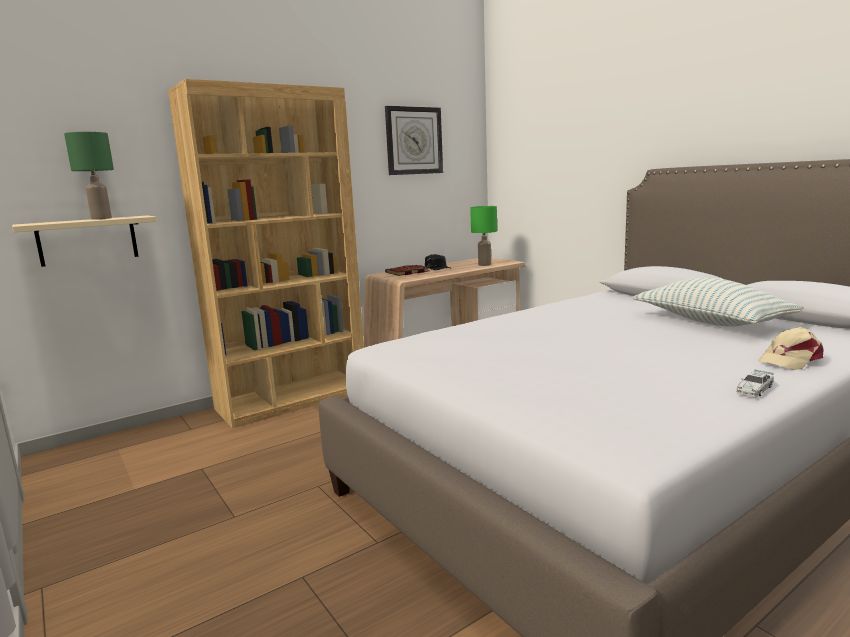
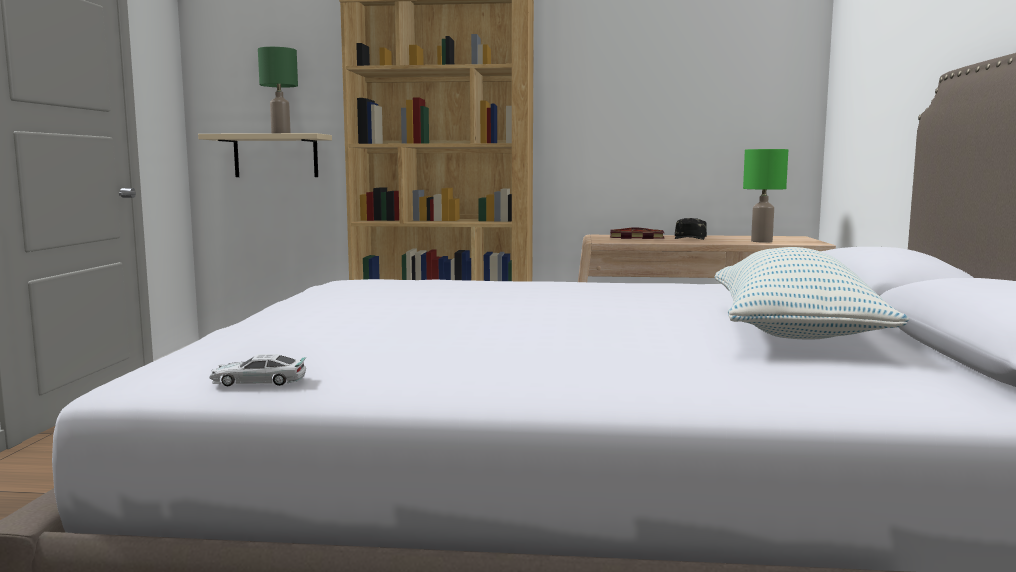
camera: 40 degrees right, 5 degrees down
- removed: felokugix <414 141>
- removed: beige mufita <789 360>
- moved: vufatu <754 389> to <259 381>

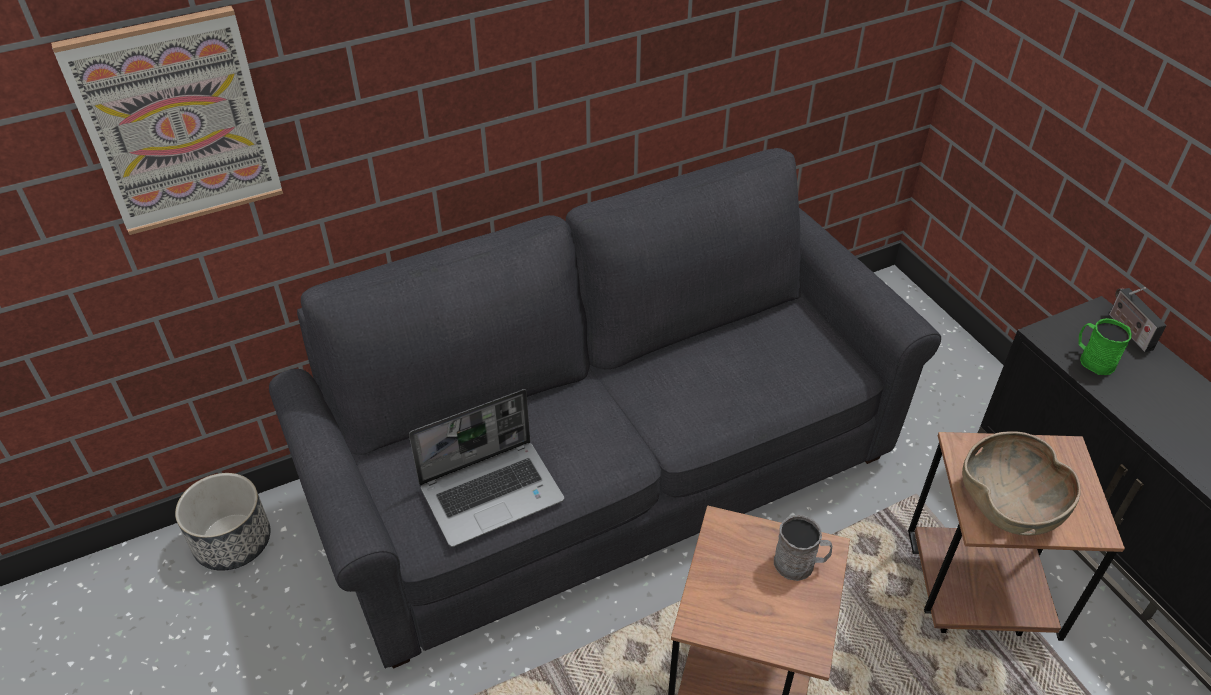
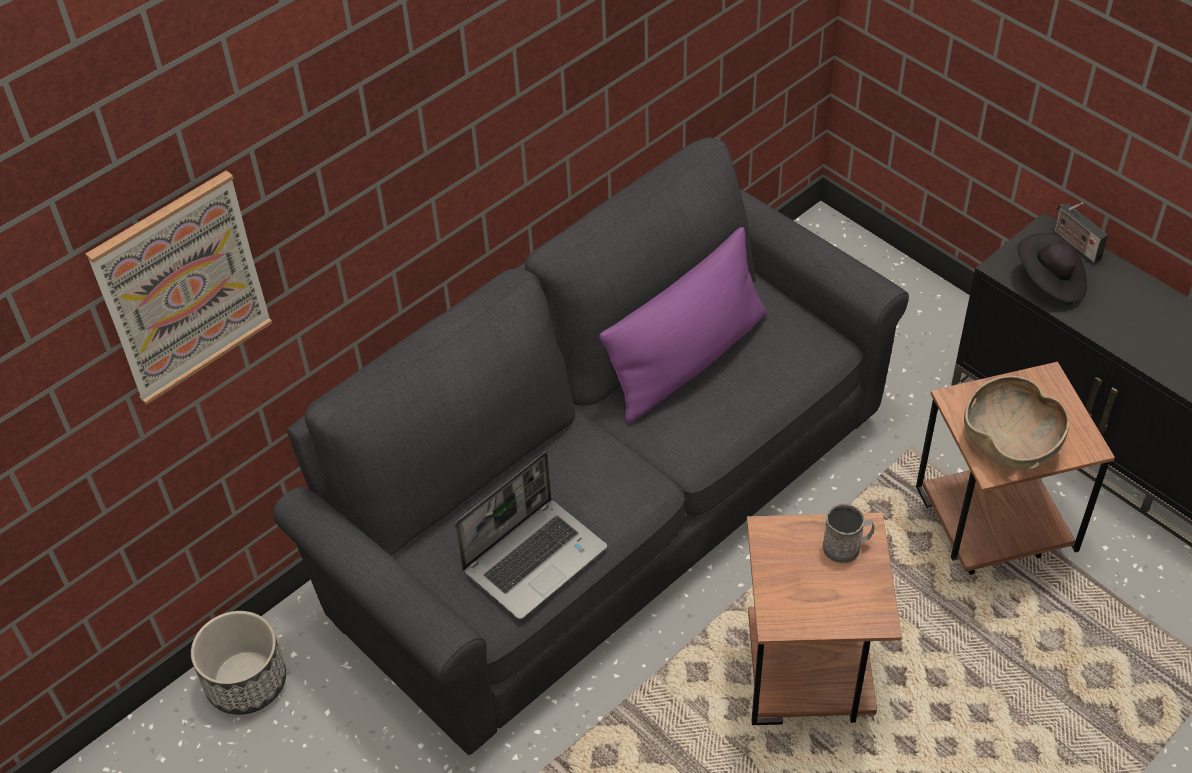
camera: 15 degrees left, 5 degrees up
- replaced: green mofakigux <1093 360> to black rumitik <1050 282>
- added: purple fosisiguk <688 360>

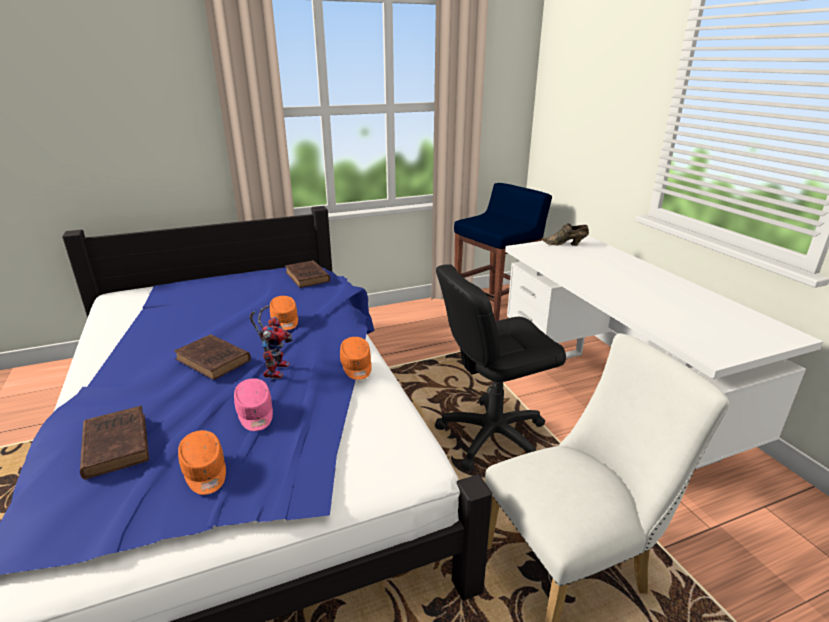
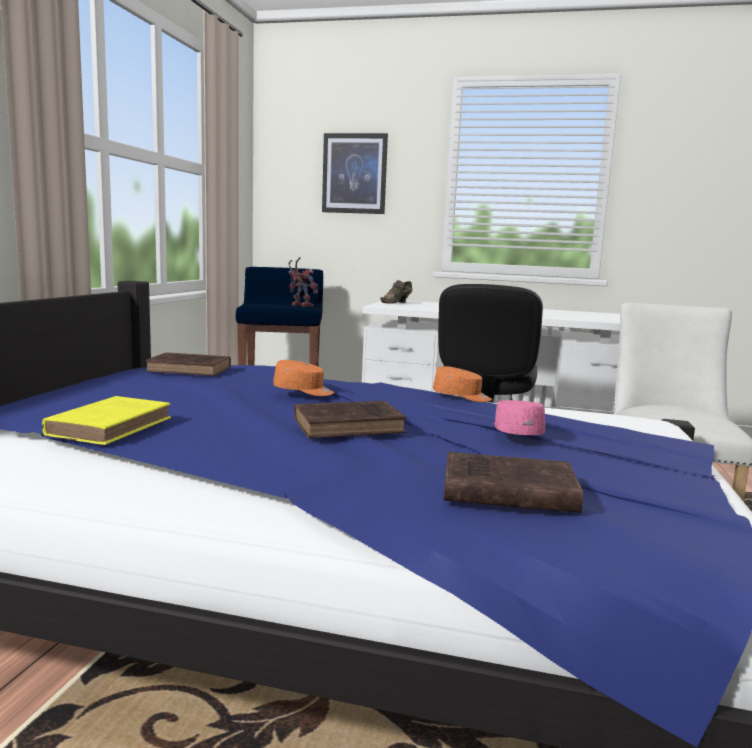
camera: 55 degrees left, 15 degrees down
- moved: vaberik <275 368> to <299 305>
- turned: pink mufita <255 414> = <515 432> 105 degrees counterclockwise
- removed: orange mufita <205 472>
- added: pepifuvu <354 173>
- added: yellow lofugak <112 426>

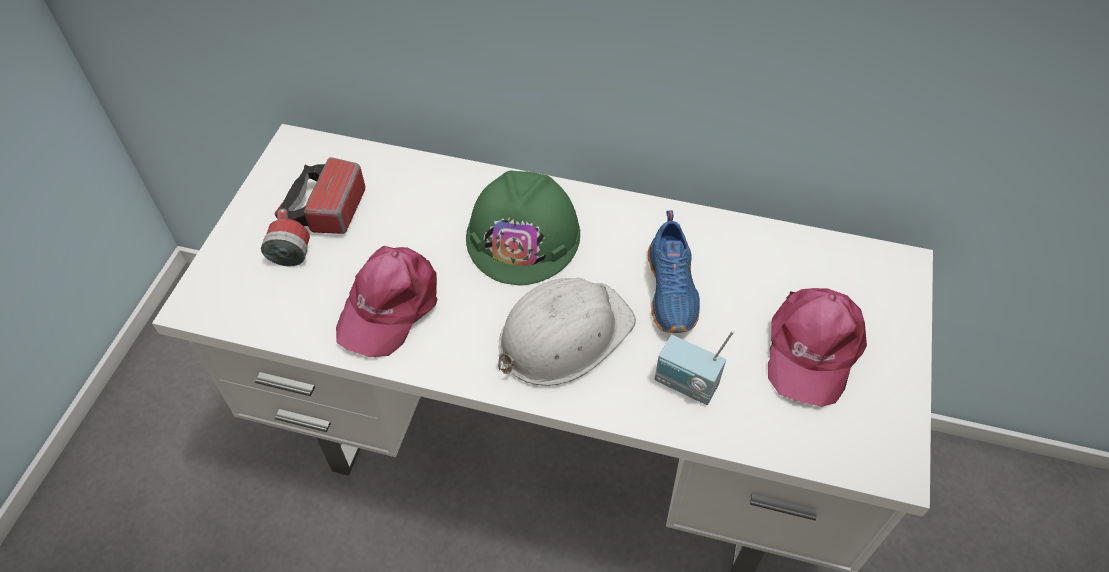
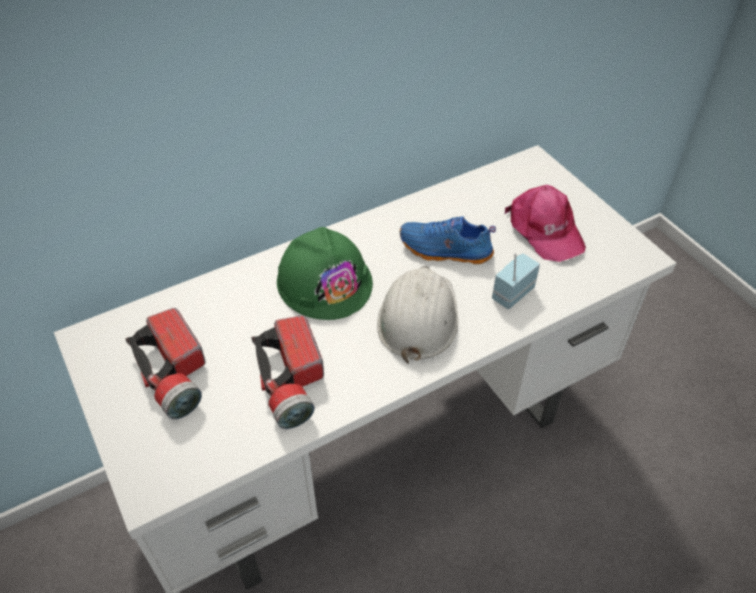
camera: 45 degrees left, 5 degrees down
- turned: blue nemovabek <672 290> = <445 251> 150 degrees clockwise
- replaced: pink mufita <390 304> to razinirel <292 382>
- turned: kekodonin <685 385> = <511 293> 150 degrees clockwise

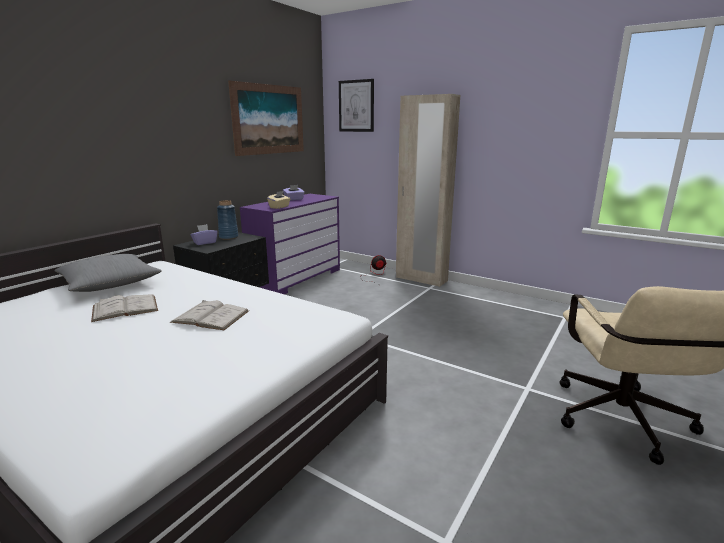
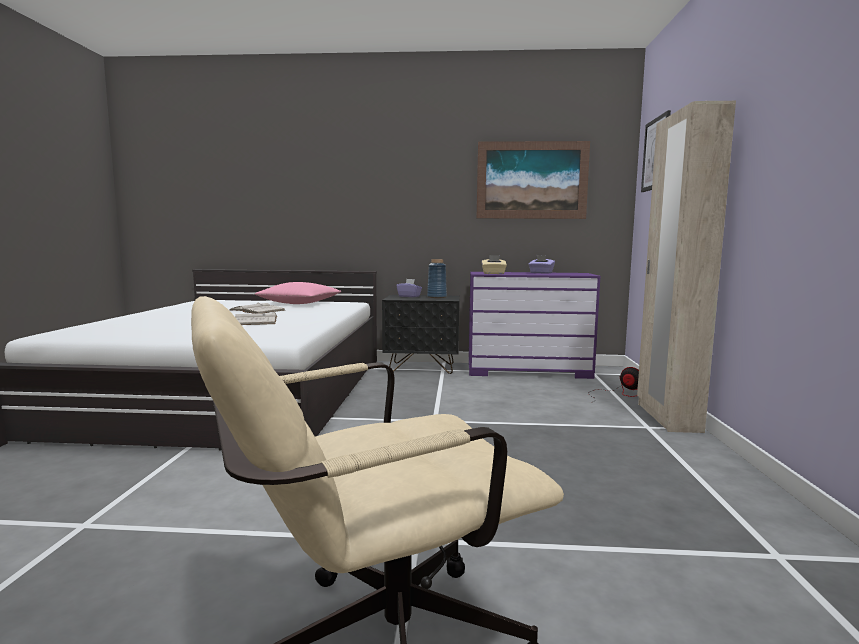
camera: 60 degrees right, 10 degrees down
- recoloured: grey fosisiguk <110 283> to pink fosisiguk <300 303>

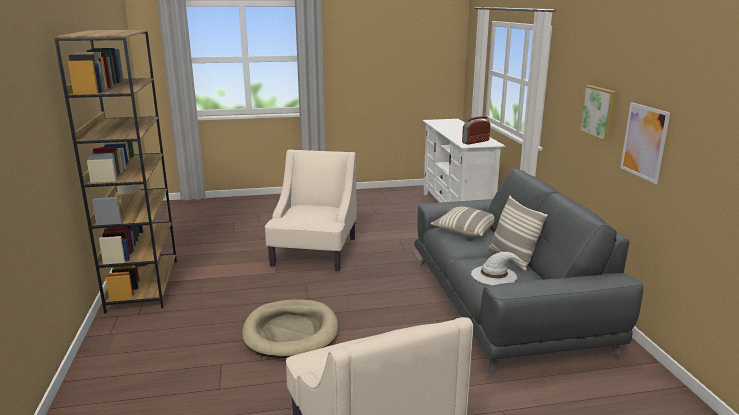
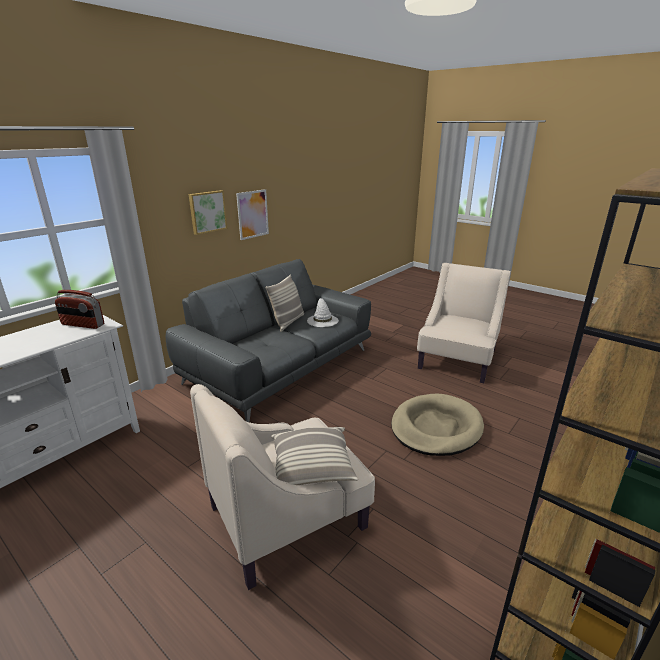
camera: 130 degrees left, 5 degrees up
- moved: fosisiguk <465 230> to <312 467>

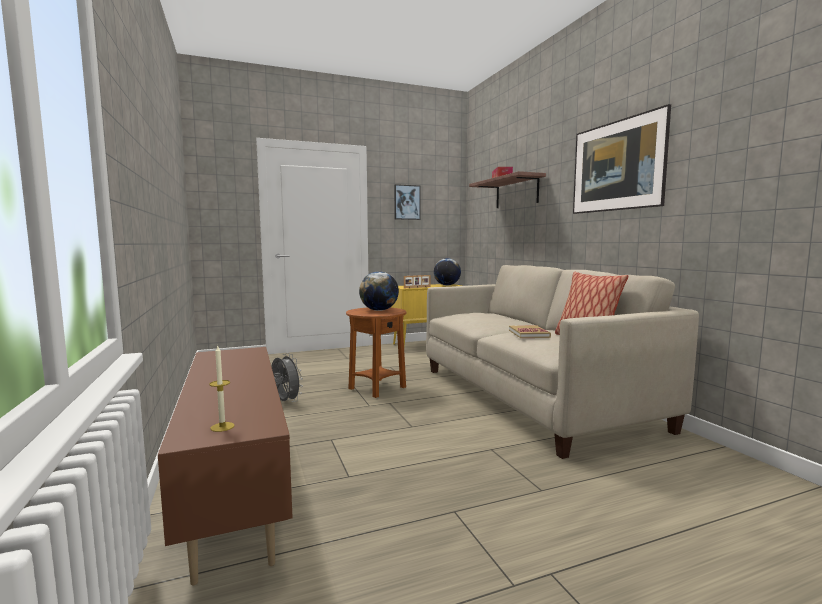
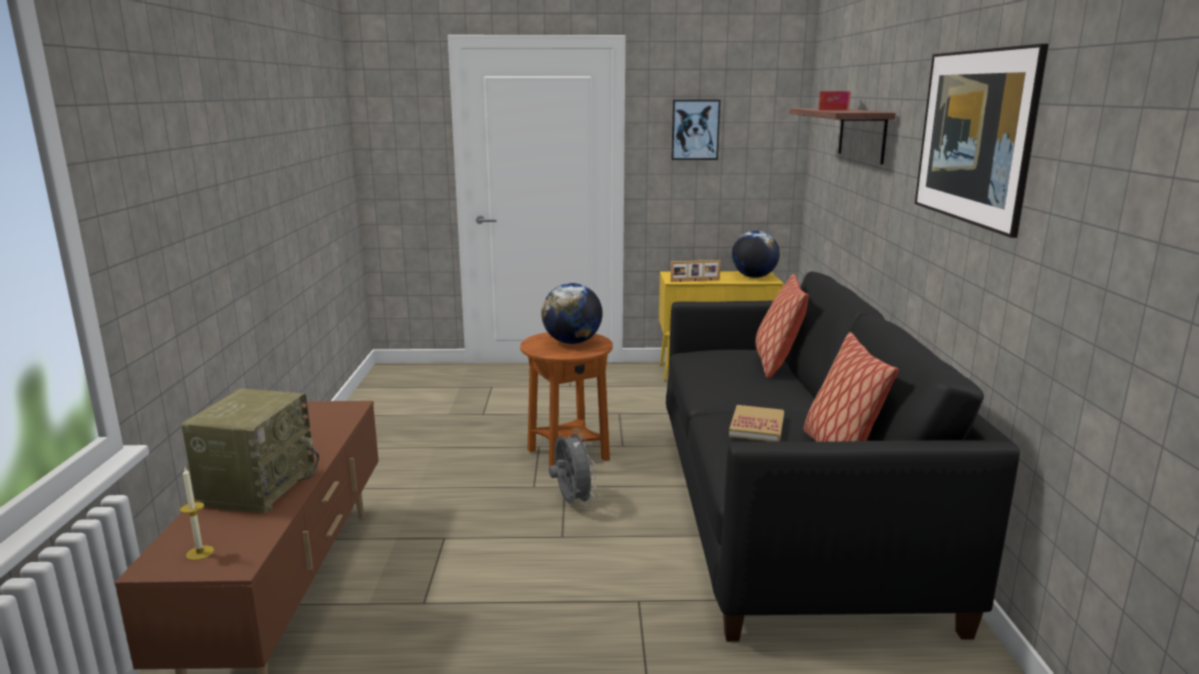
camera: 20 degrees right, 10 degrees up
- recoloured: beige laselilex <531 396> to black laselilex <789 512>
- moved: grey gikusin <285 402> to <571 502>
- added: fosisiguk <776 364>
- added: kekodonin <258 486>

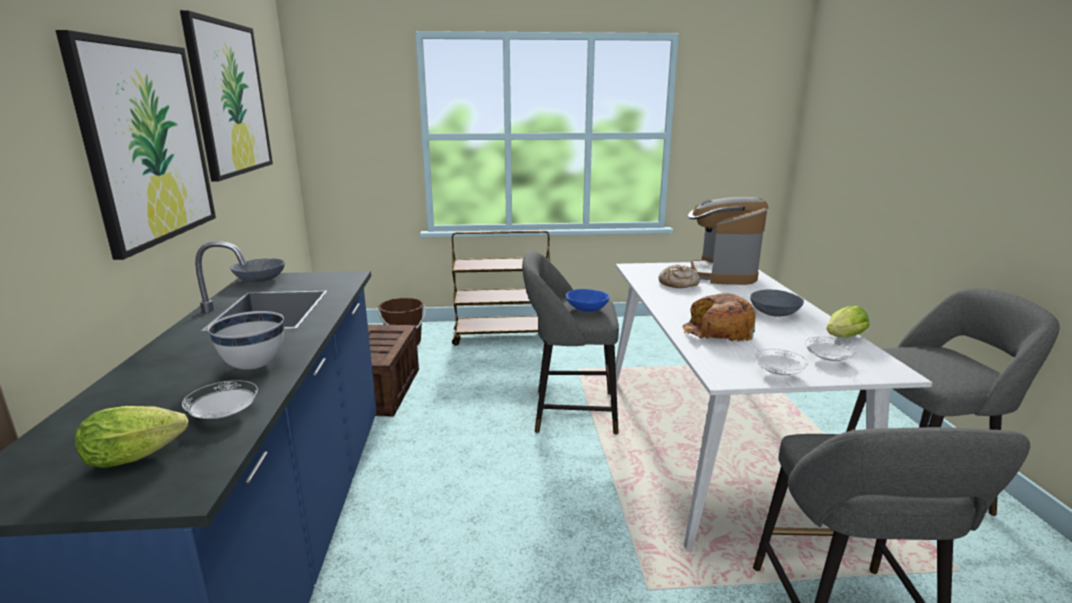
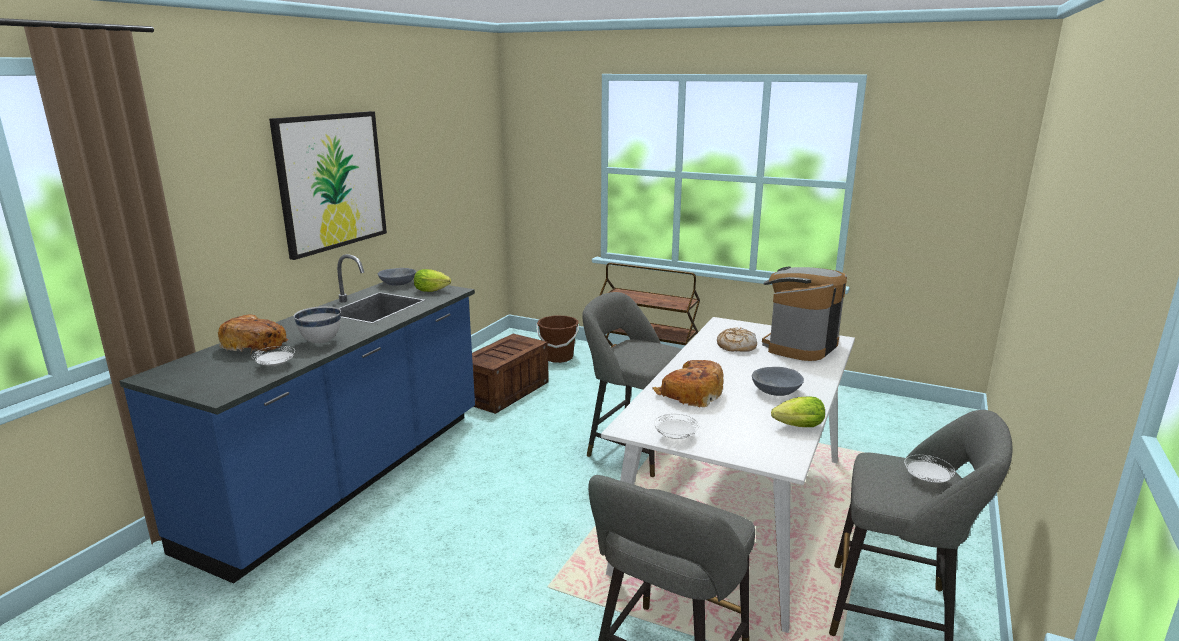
camera: 30 degrees right, 0 degrees up
- removed: pepifuvu <229 99>
- removed: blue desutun <586 309>
- moved: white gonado <828 360> to <927 479>
- moved: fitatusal <141 456> to <433 291>
- added: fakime <255 344>

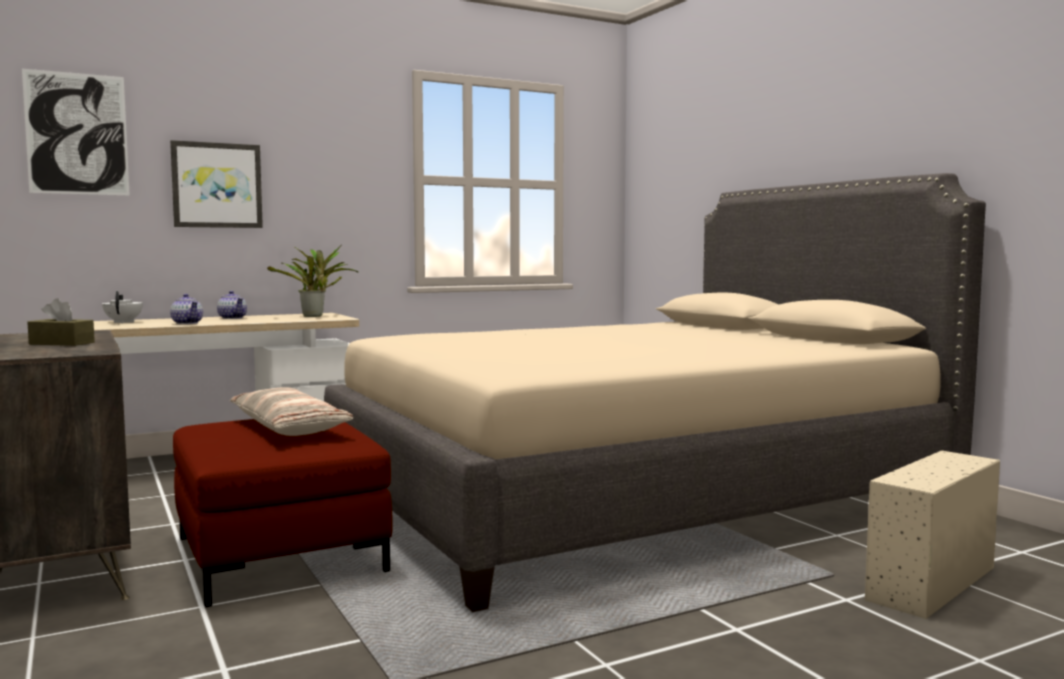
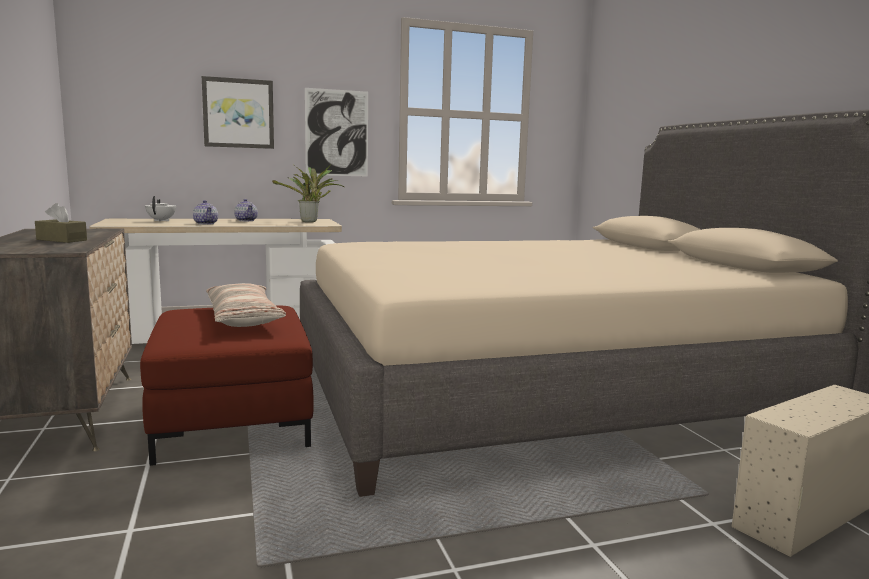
camera: 10 degrees right, 5 degrees up
- moved: pepifuvu <77 134> to <337 133>

